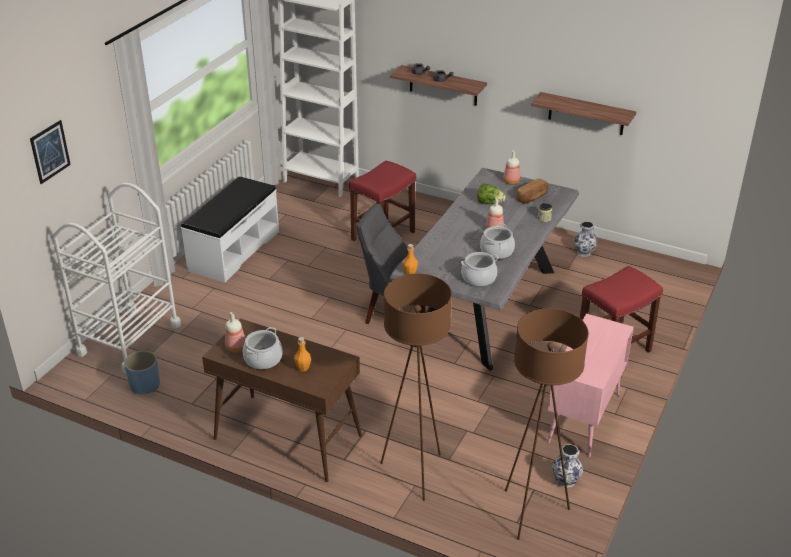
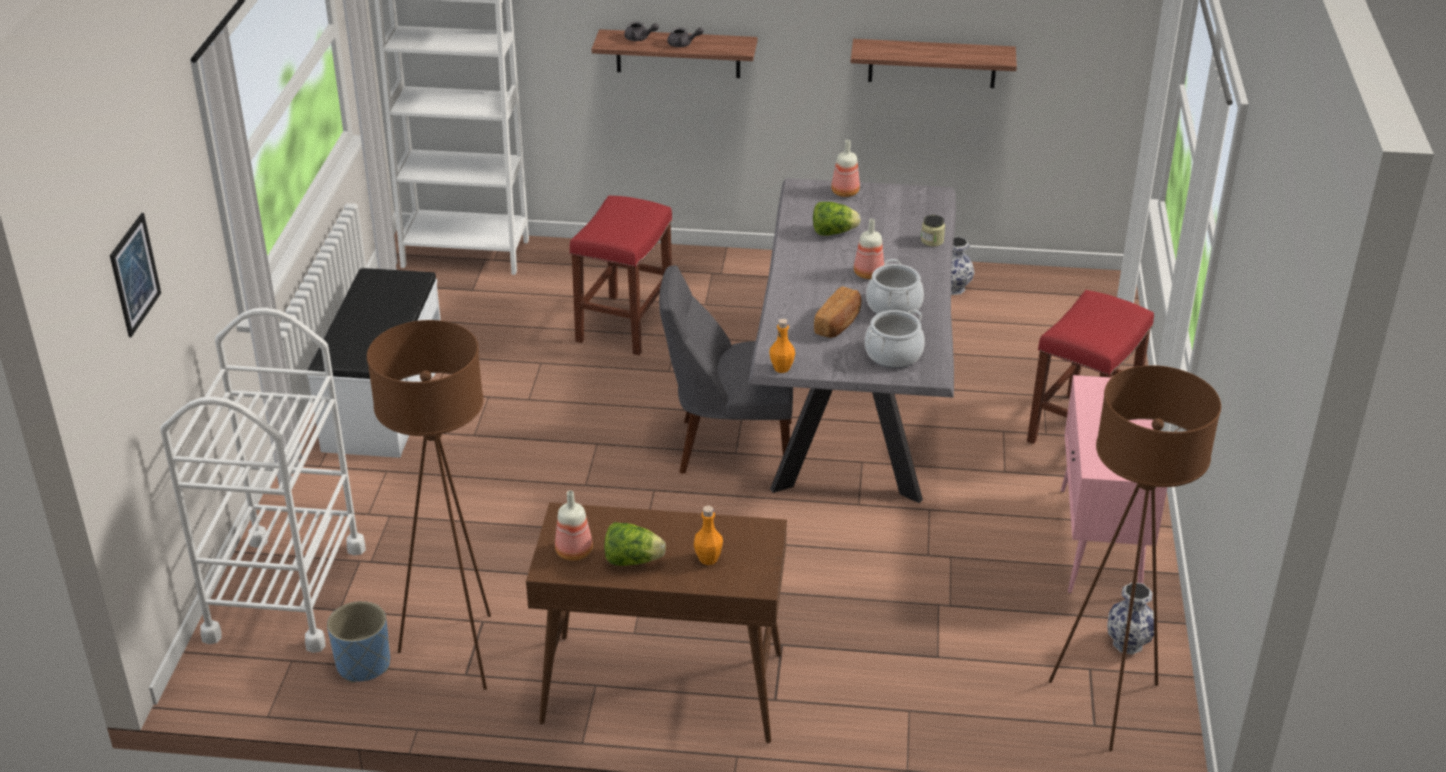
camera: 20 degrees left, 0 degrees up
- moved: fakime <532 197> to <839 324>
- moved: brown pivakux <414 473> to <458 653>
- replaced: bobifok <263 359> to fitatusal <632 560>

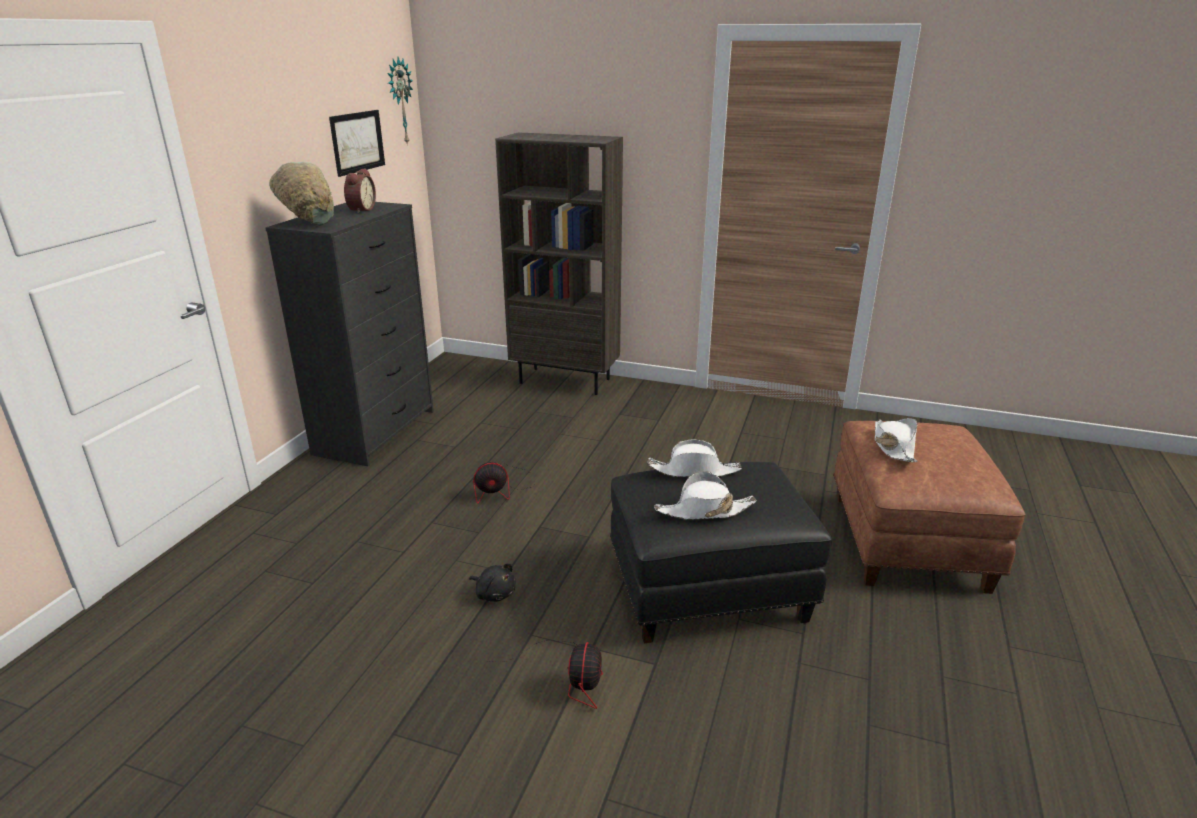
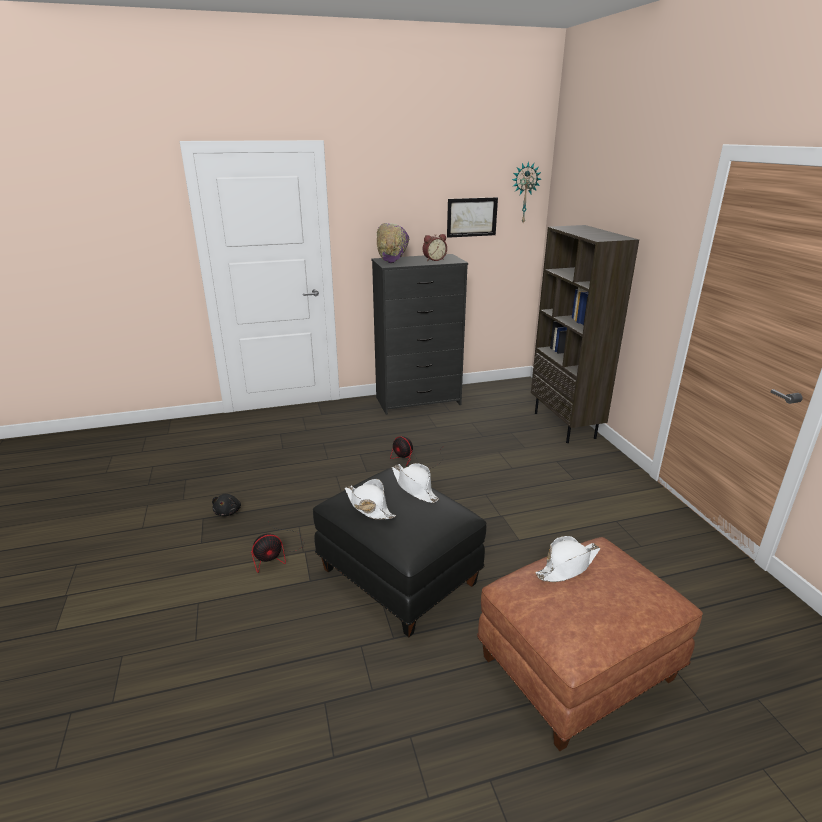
camera: 55 degrees right, 0 degrees up
- recoloured: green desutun <309 223> to purple desutun <391 261>
- moved: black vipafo <494 593> to <228 512>

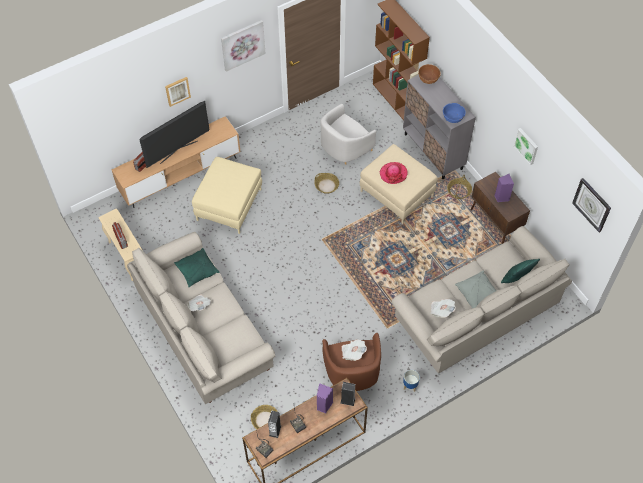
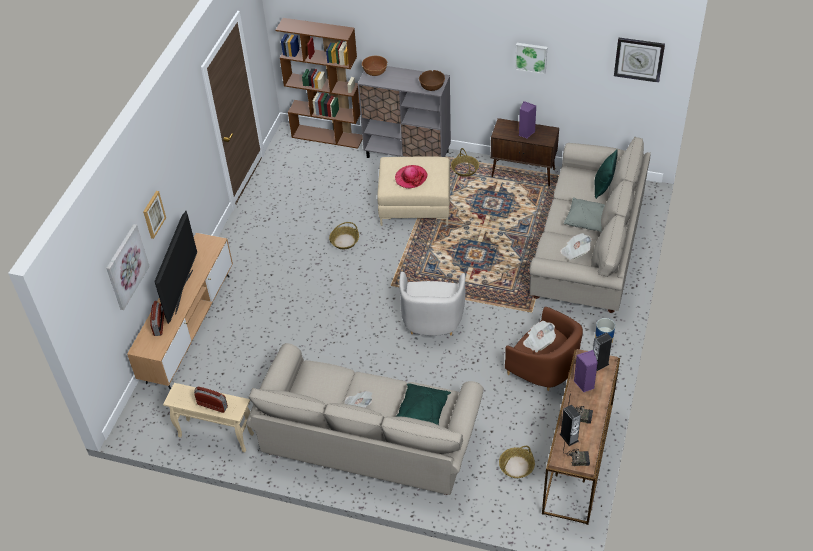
camera: 40 degrees left, 10 degrees down
- moved: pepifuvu <242 44> to <126 266>
- recoloured: blue desutun <453 118> to brown desutun <432 87>
- moved: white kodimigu <344 148> to <432 320>
- removed: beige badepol <229 204>
- moved: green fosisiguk <197 271> to <423 410>

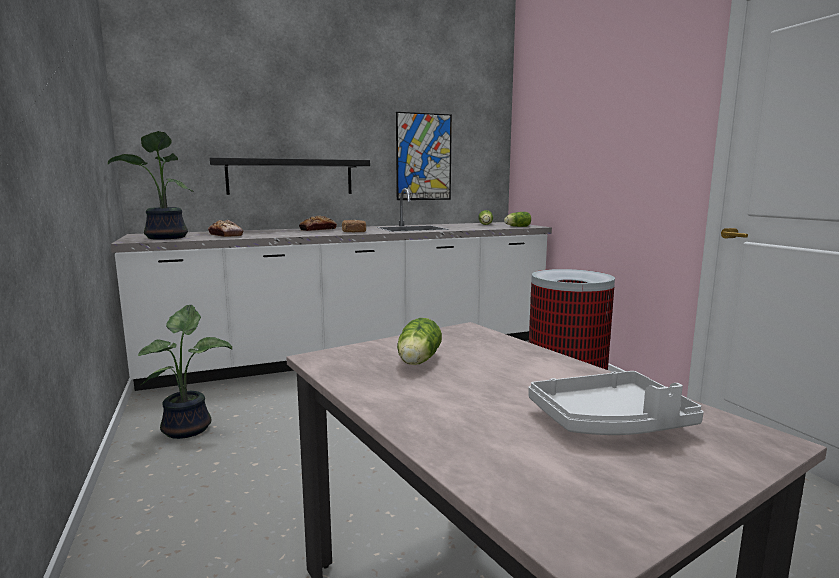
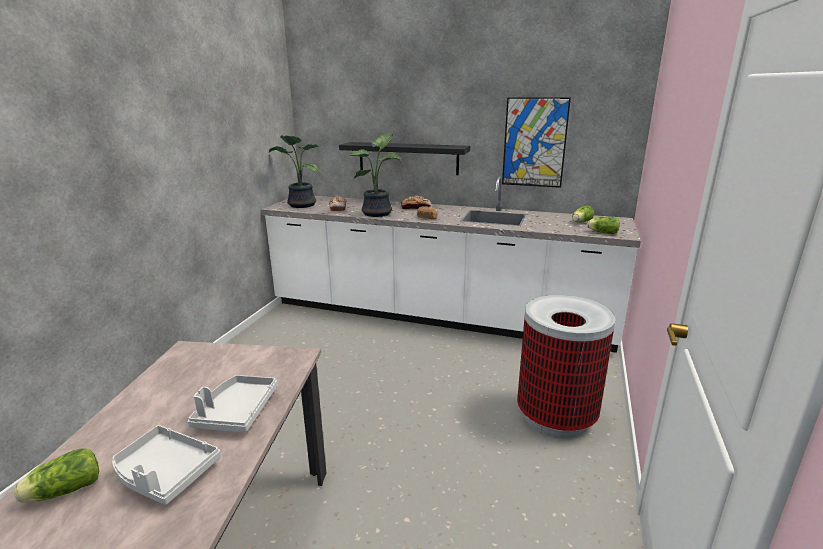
camera: 40 degrees right, 10 degrees up
- moved: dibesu <190 428> to <379 213>
- moved: fitatusal <417 362> to <62 491>
- added: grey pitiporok <236 412>

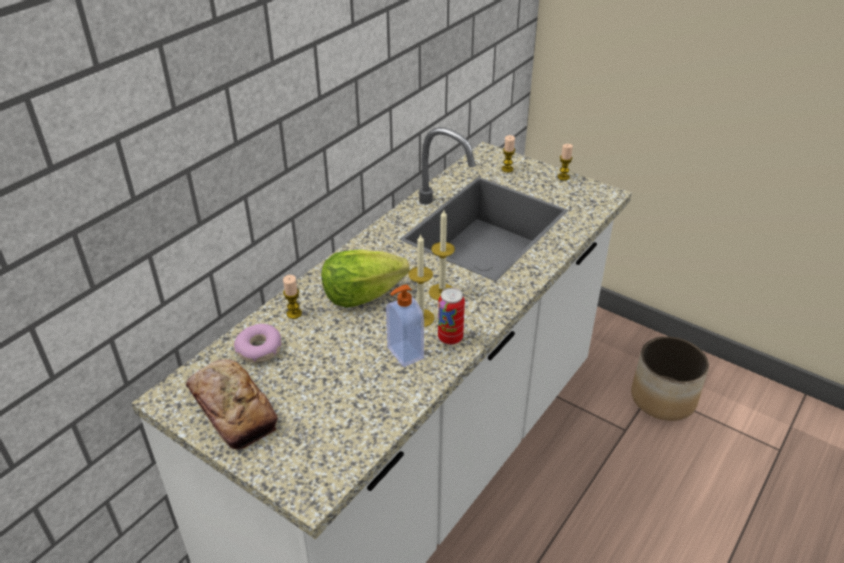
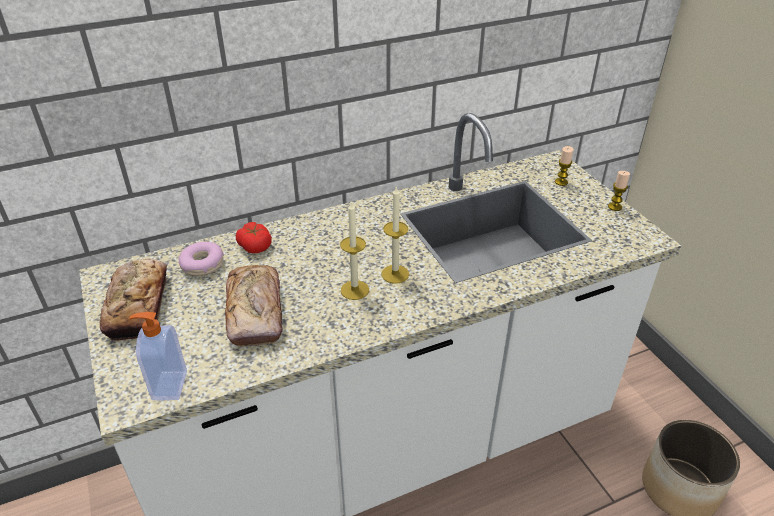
camera: 30 degrees right, 0 degrees up
- removed: fitatusal <361 295>
- replaced: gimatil <294 313> to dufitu <255 246>
- moved: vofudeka <404 354> to <168 385>
- removed: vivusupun <450 338>
- added: fakime <255 312>

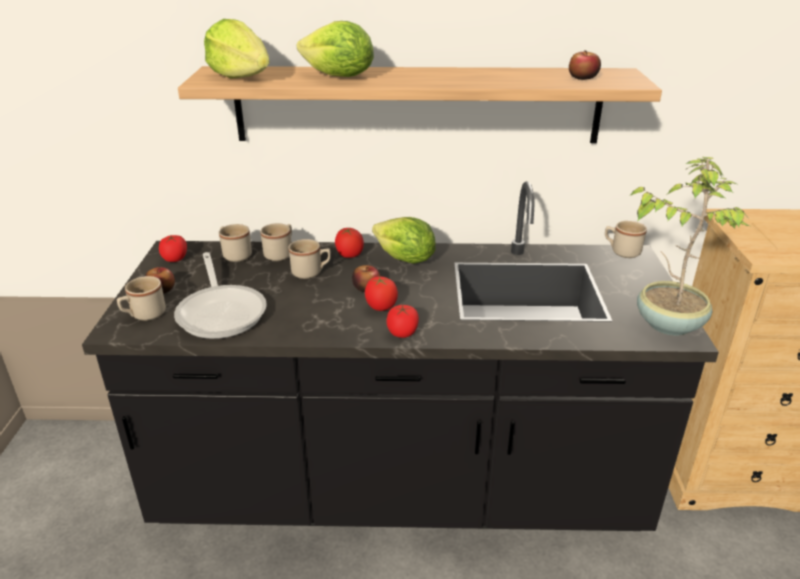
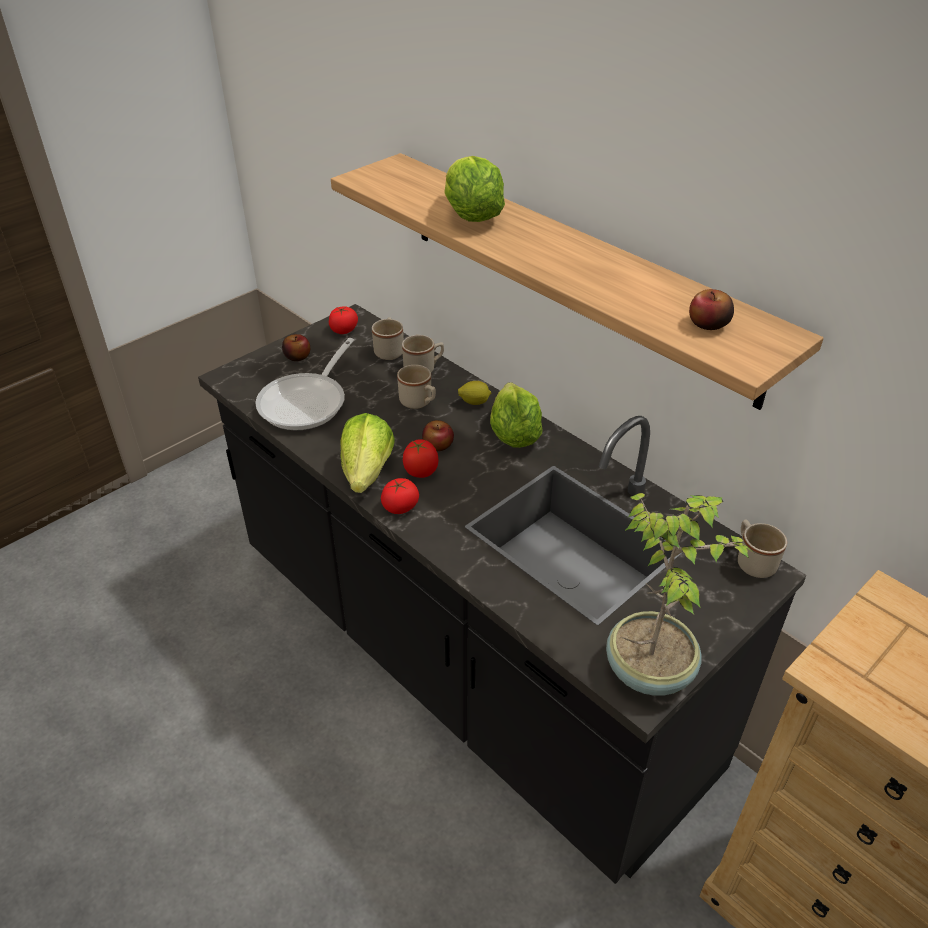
camera: 45 degrees right, 10 degrees up
- moved: fitatusal <241 77> to <367 472>
- replaced: dufitu <349 255> to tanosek <474 402>
- removed: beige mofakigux <144 315>

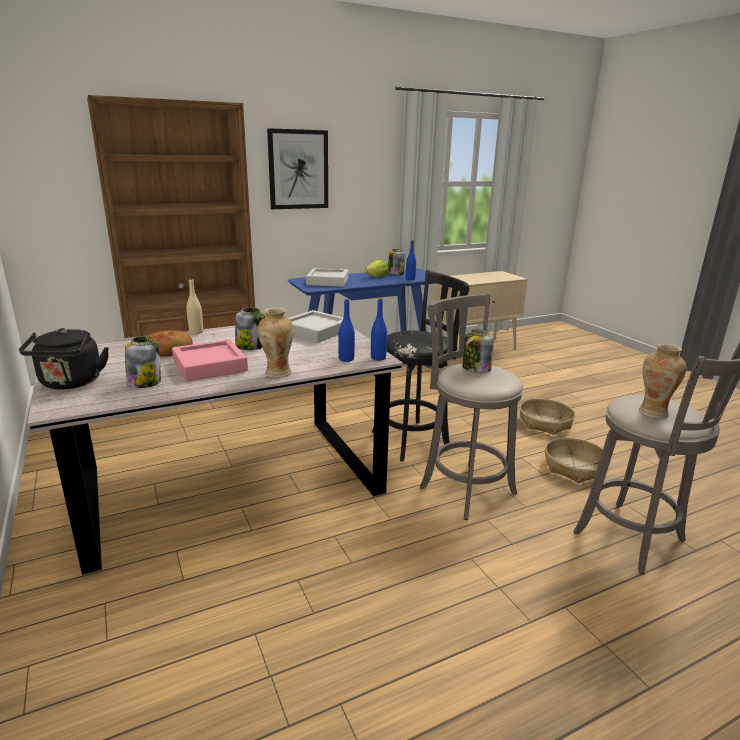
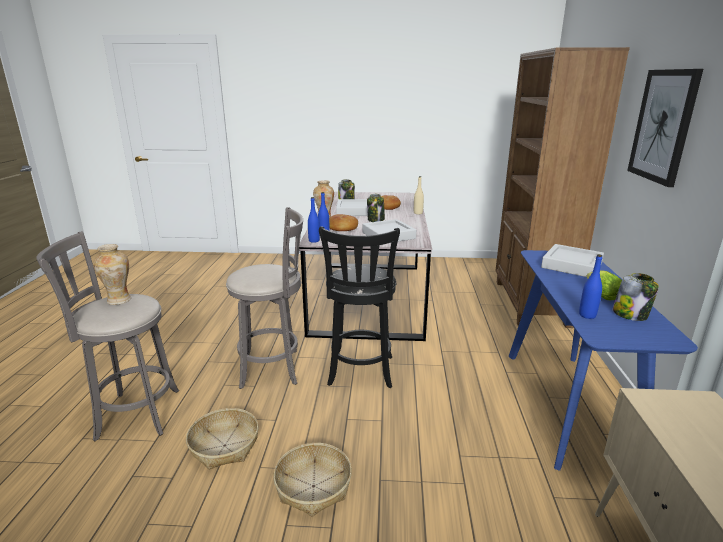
camera: 120 degrees right, 0 degrees up
- removed: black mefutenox <70 383>
- removed: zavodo <475 369>
- recoloured: pink pitiporok <210 366> to grey pitiporok <354 211>
- added: fakime <342 228>

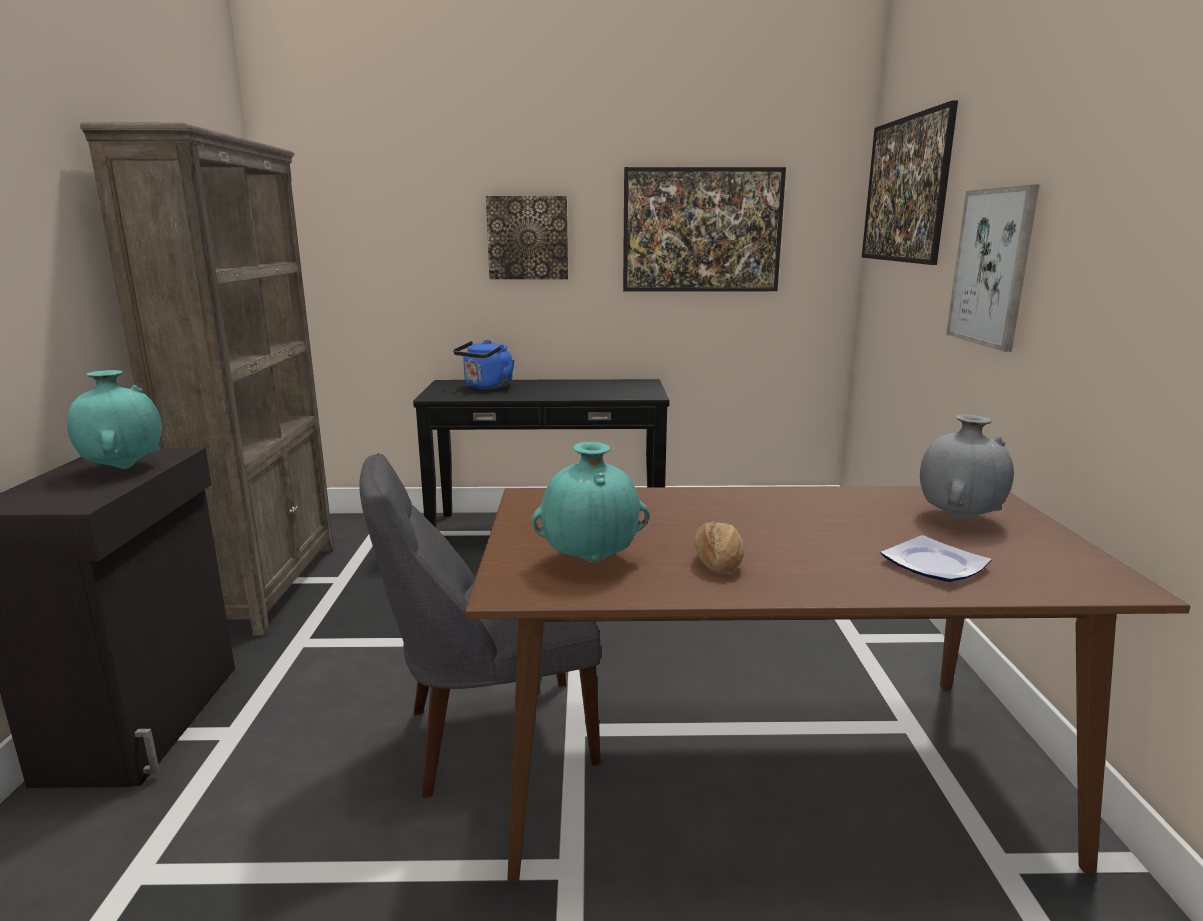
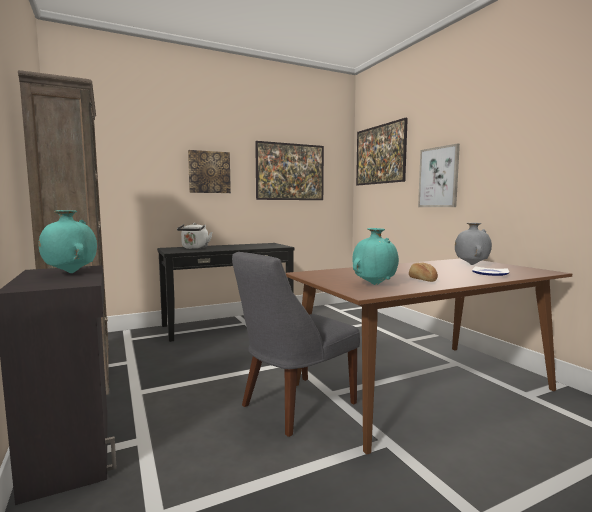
camera: 25 degrees left, 10 degrees down
- recoloured: blue mefutenox <487 387> to white mefutenox <194 248>

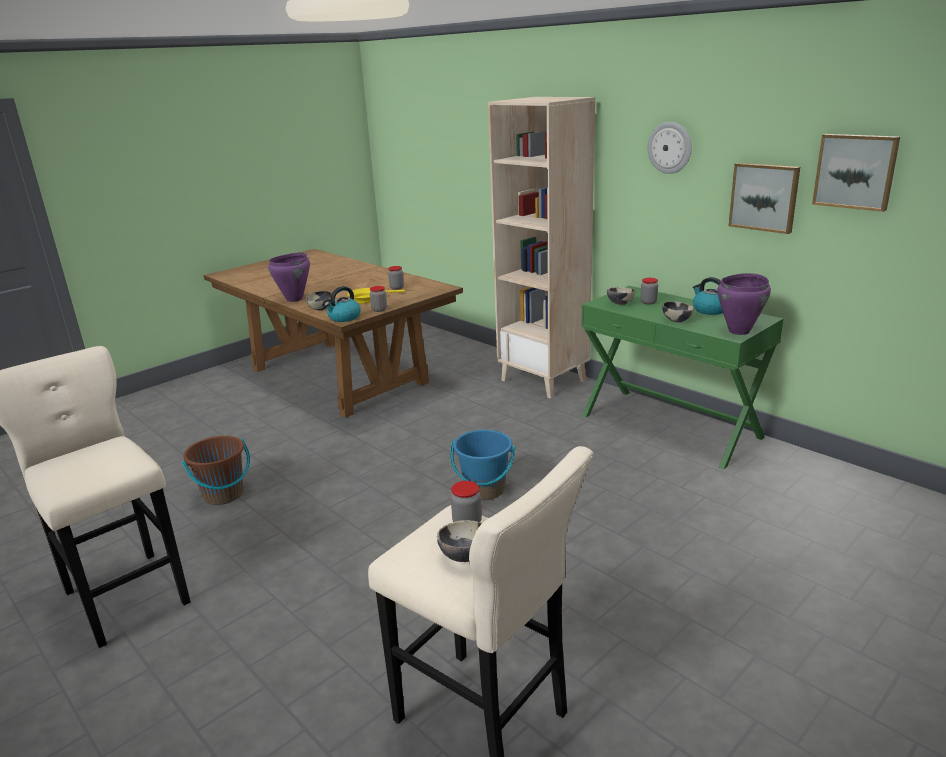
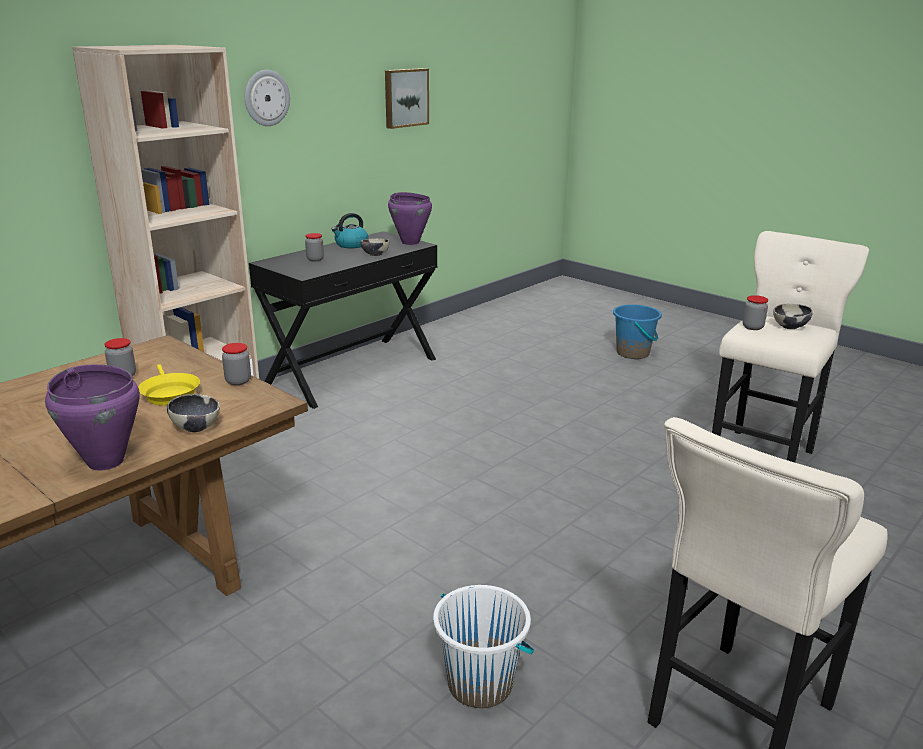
camera: 95 degrees left, 0 degrees up
- removed: pepifuvu <764 197>
- removed: mefutenox <344 318>
- recoloured: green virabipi <670 426> to black virabipi <352 370>
- removed: desutun <620 303>
- moved: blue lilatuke <484 490> to <633 353>
- recoloured: brown lilatuke <223 495> to white lilatuke <480 684>

